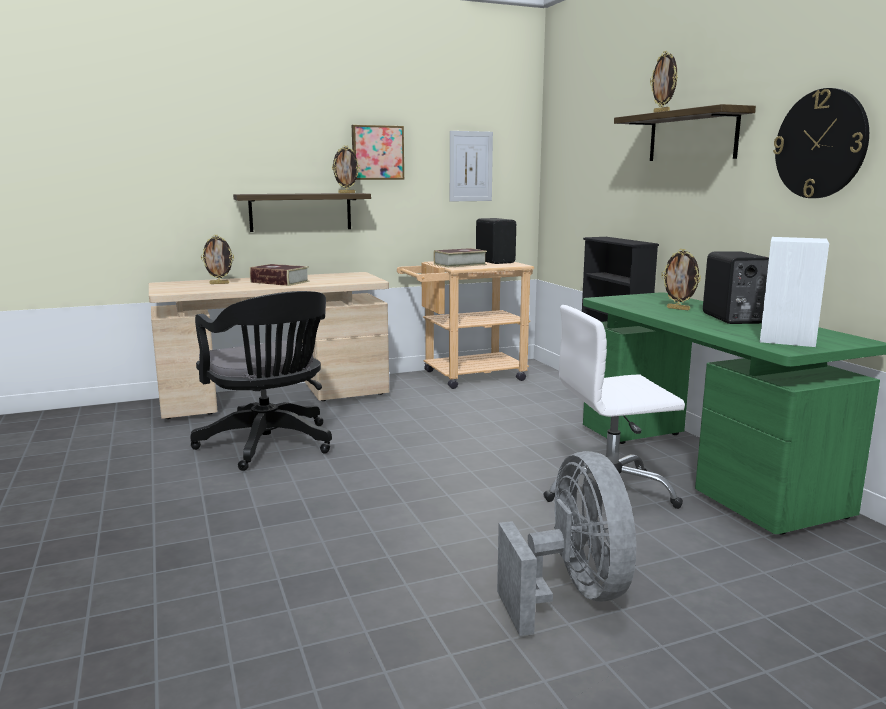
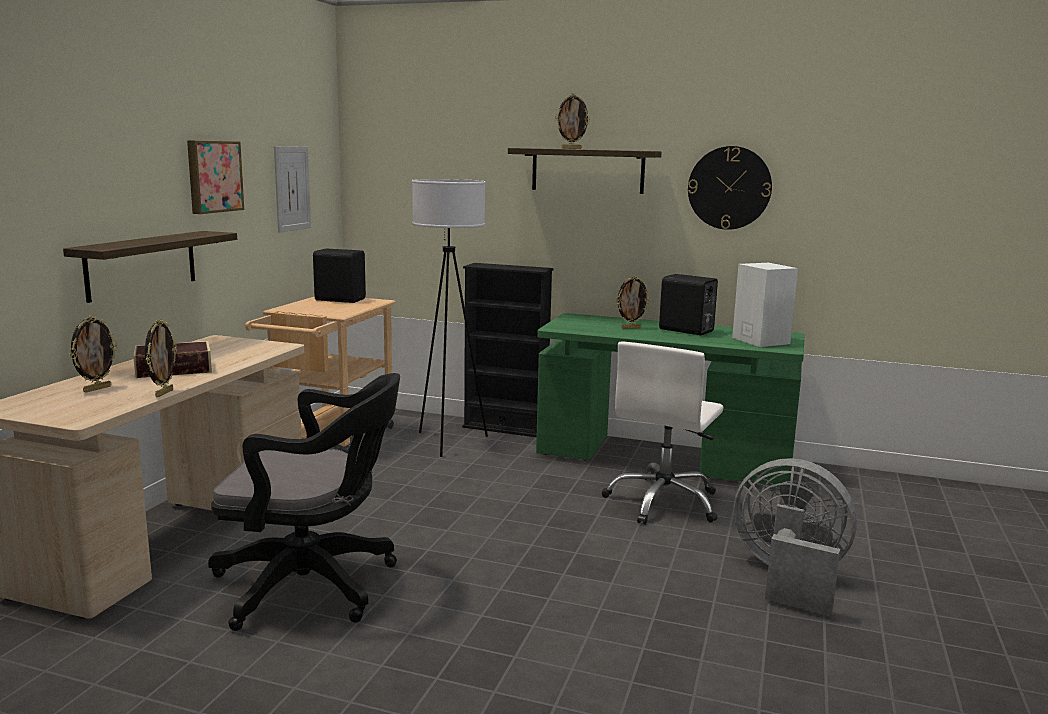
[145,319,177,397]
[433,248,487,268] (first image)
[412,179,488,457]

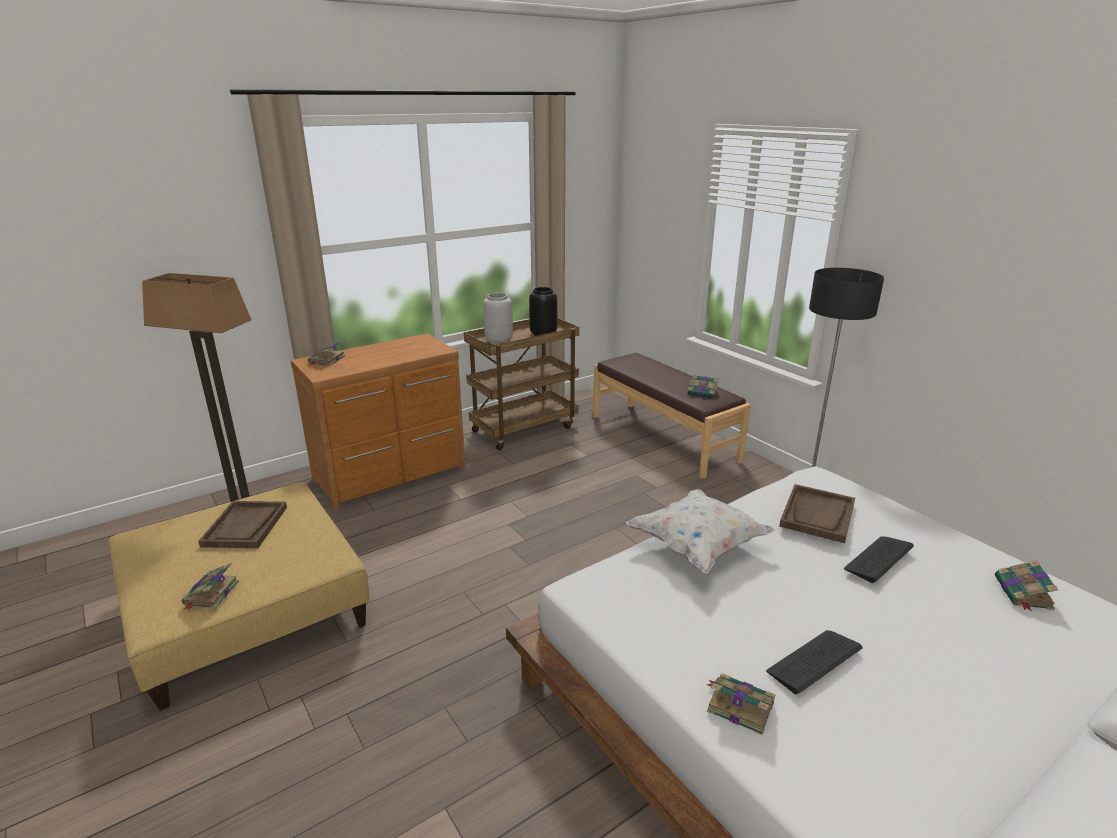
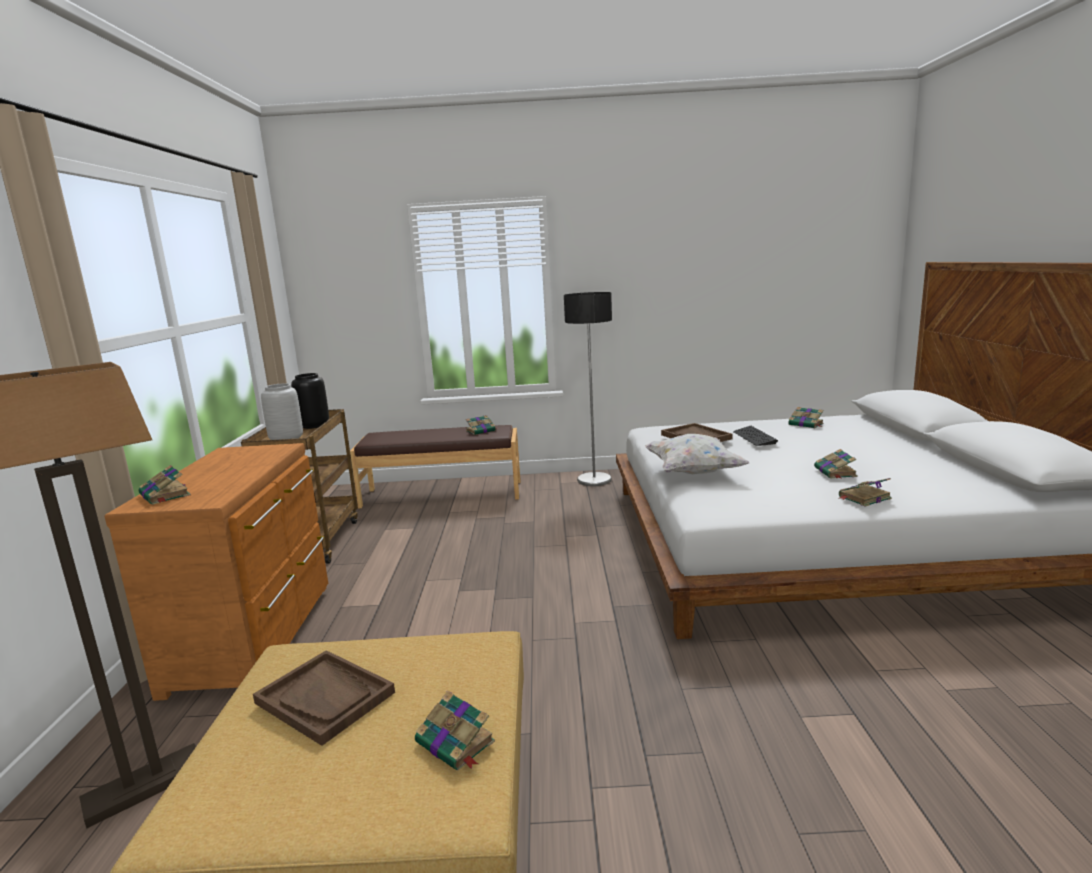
[814,449,858,479]

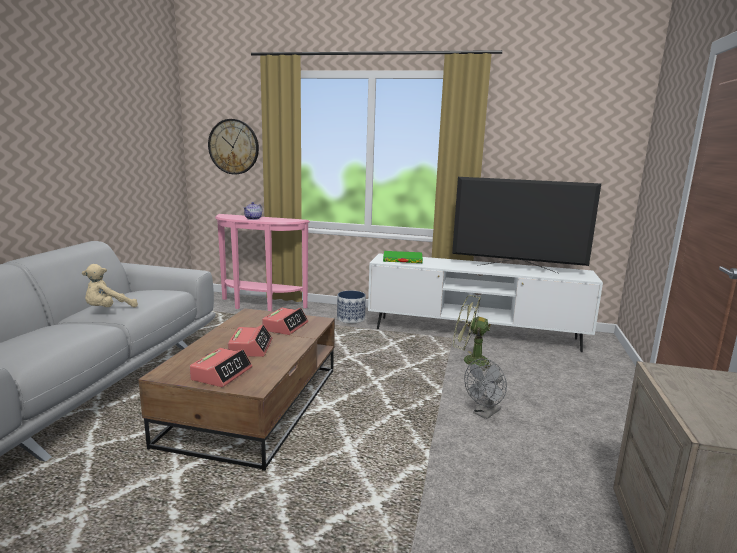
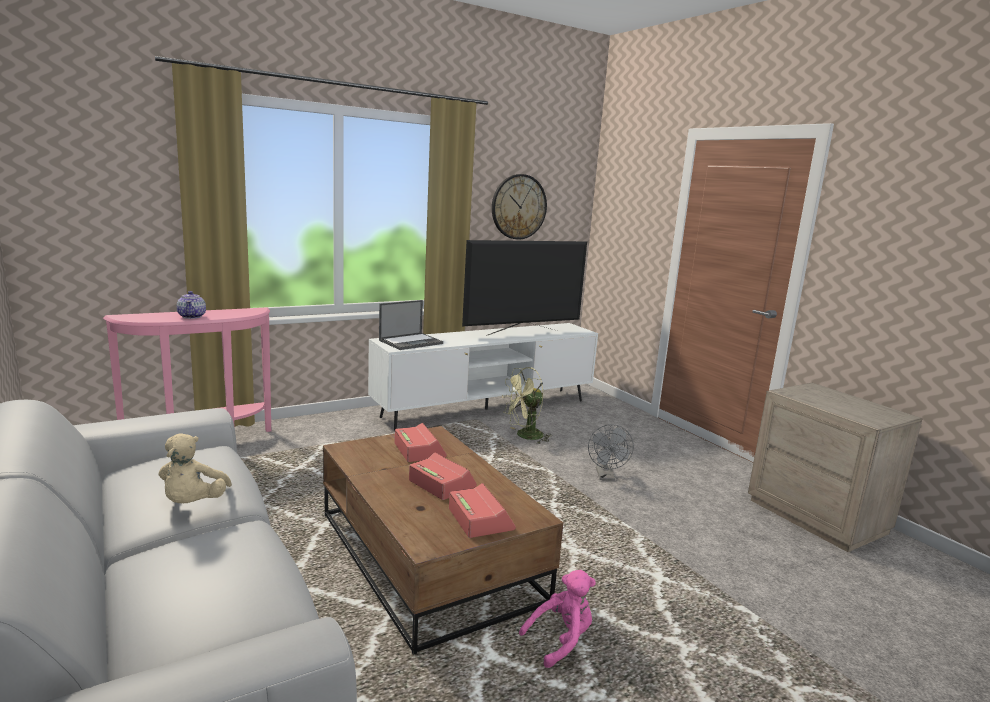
[492,174,547,240]
[337,291,366,323] (first image)
[379,300,443,350]
[519,570,596,668]

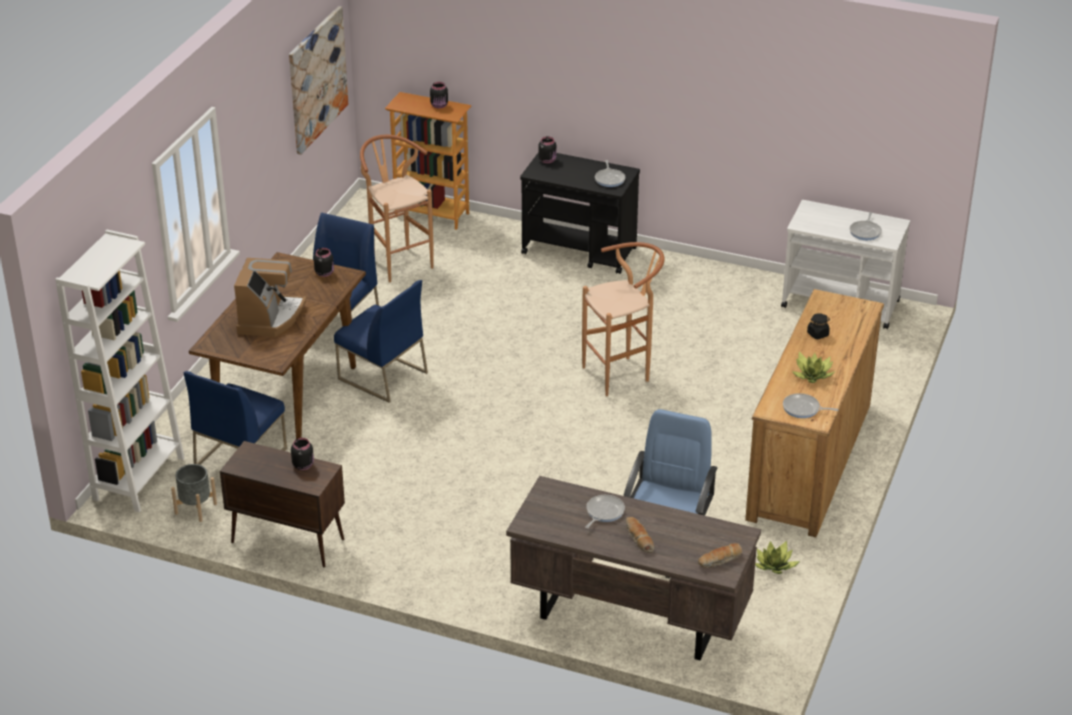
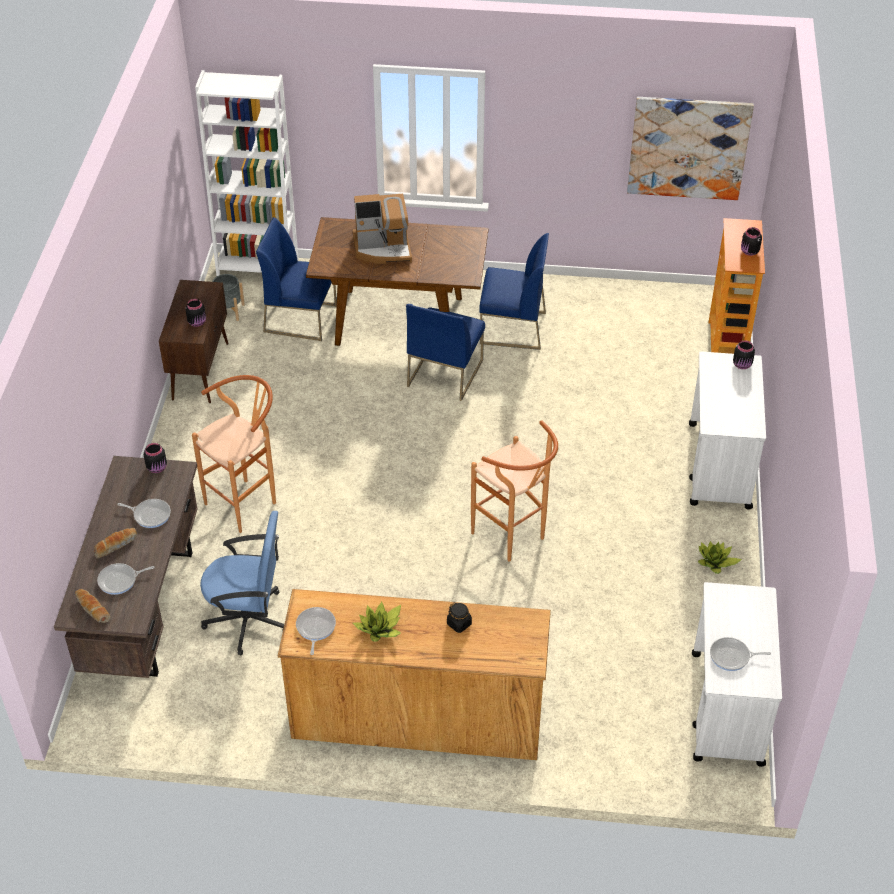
[144,443,167,473]
[192,375,276,533]
[689,352,766,510]
[97,563,154,595]
[698,541,742,574]

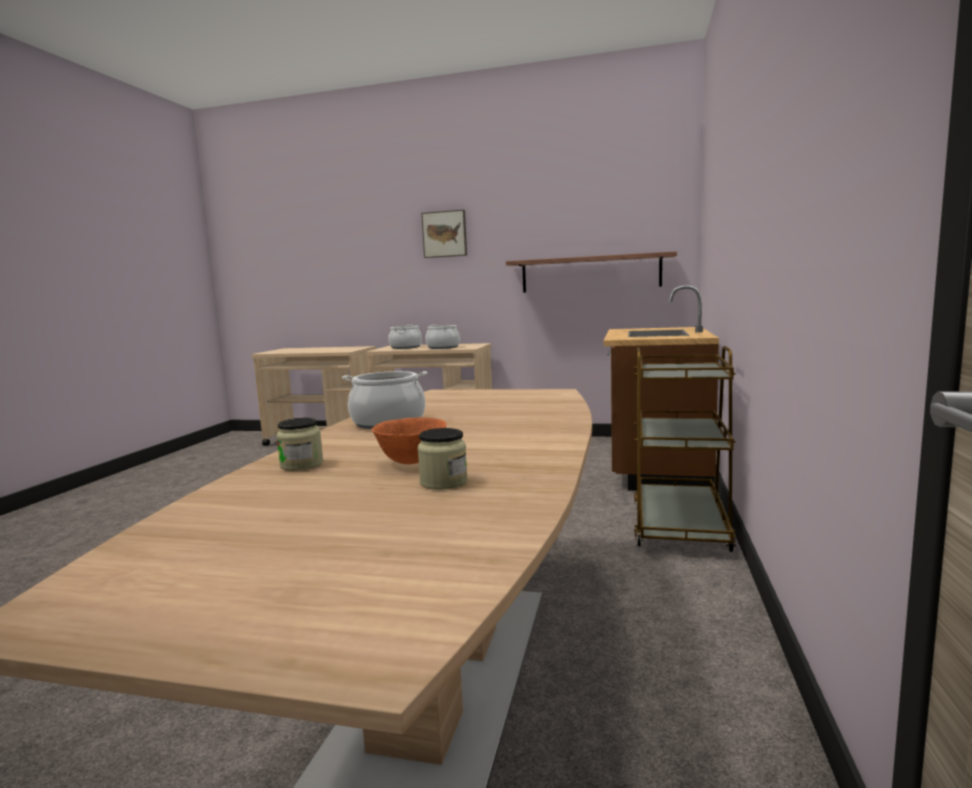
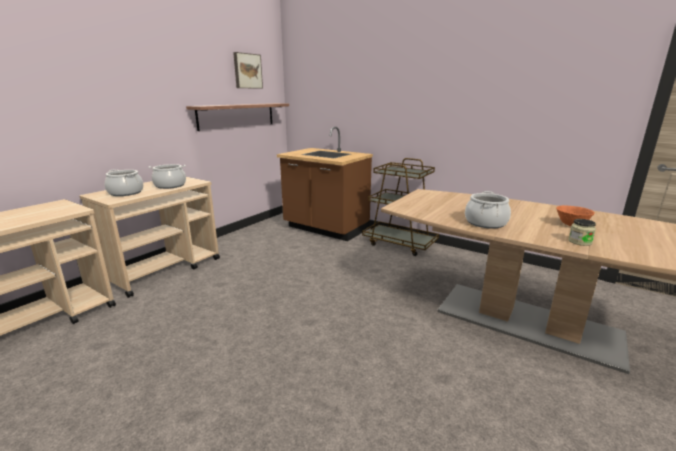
[418,428,468,490] (first image)
[233,52,263,89]

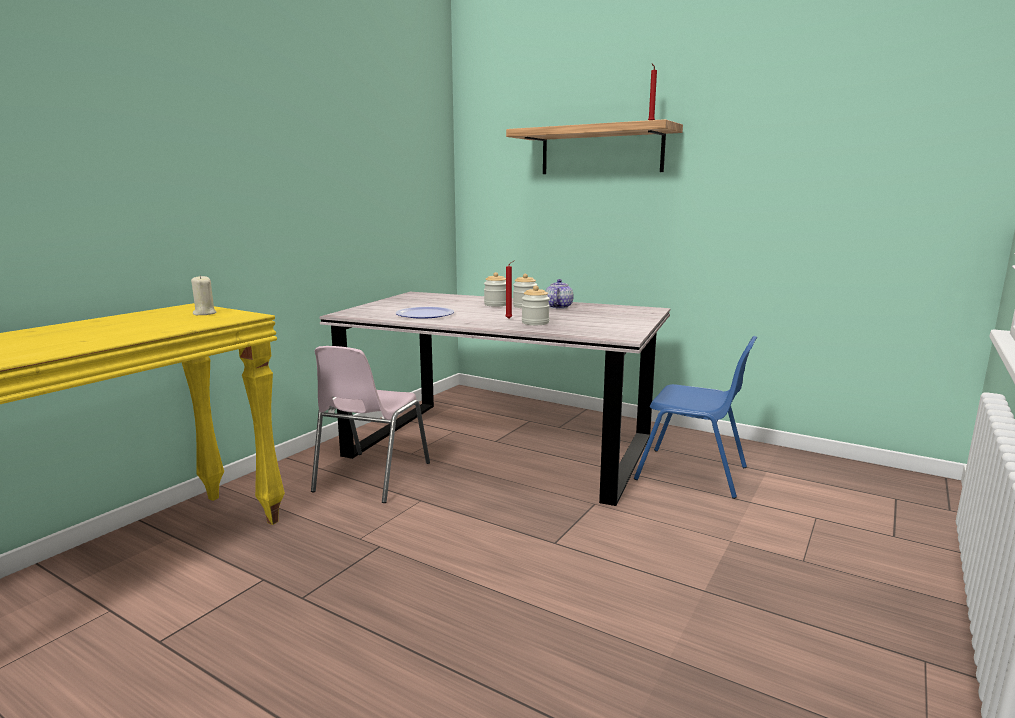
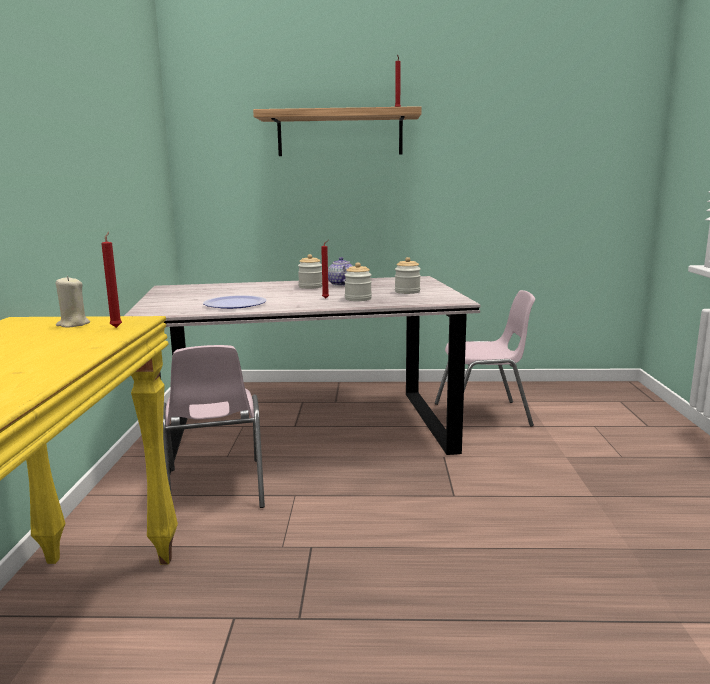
[395,257,421,294]
[435,290,535,427]
[101,232,122,328]

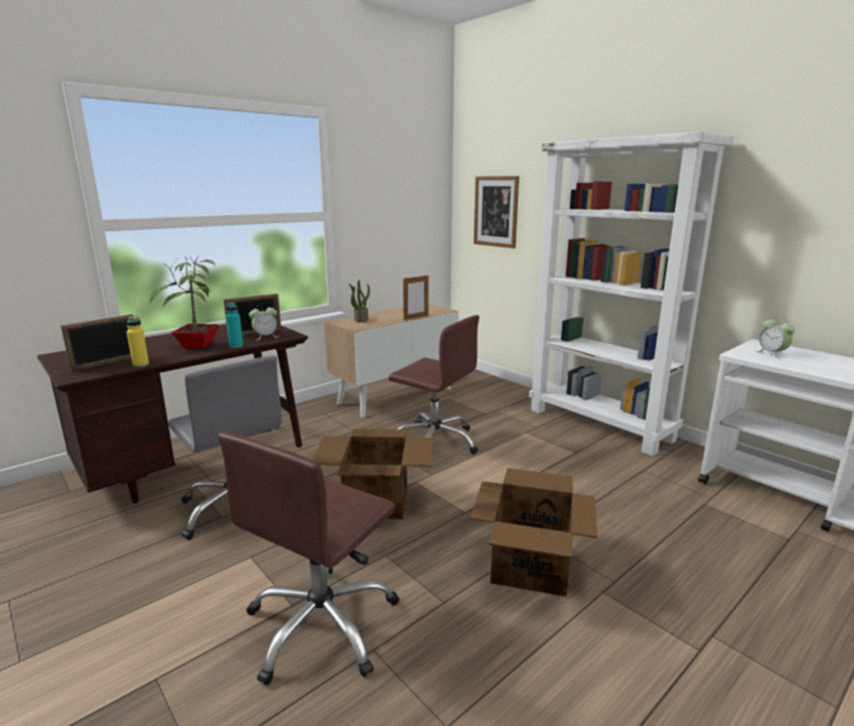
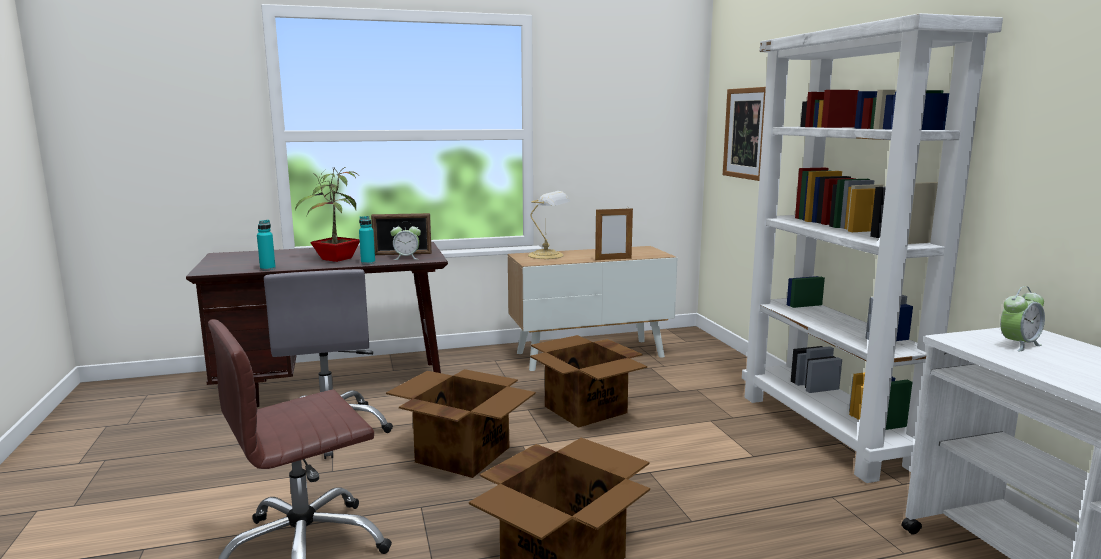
[61,314,133,372] (first image)
[257,220,276,270]
[528,191,570,259]
[530,335,647,428]
[1000,286,1045,351]

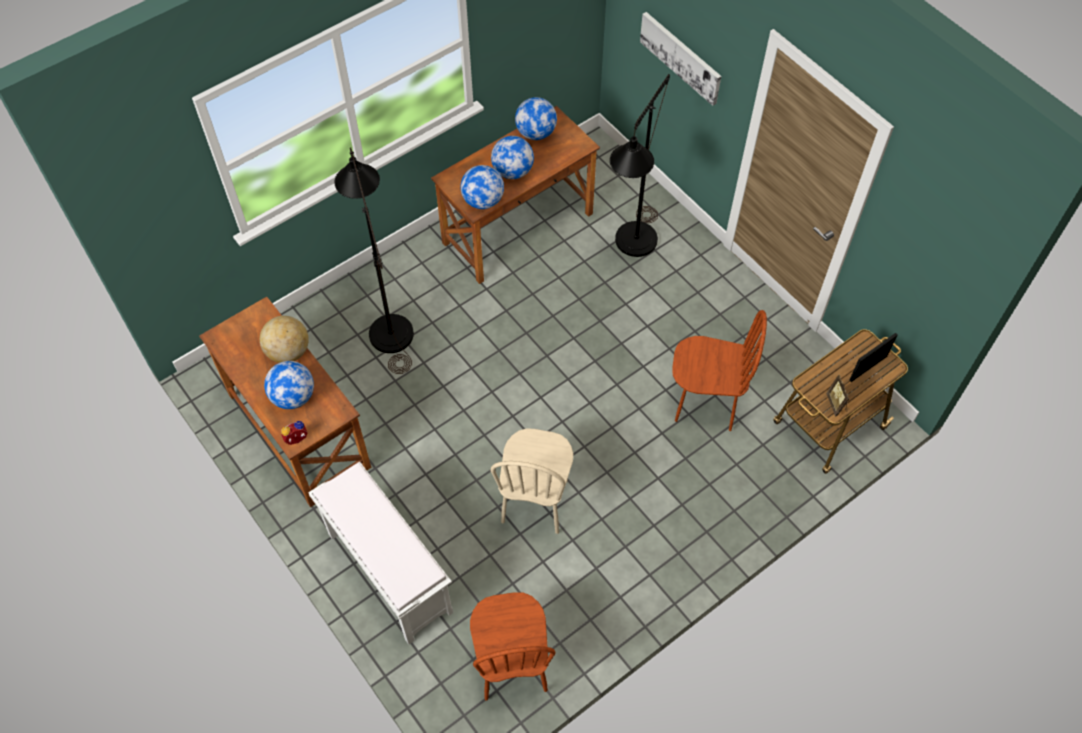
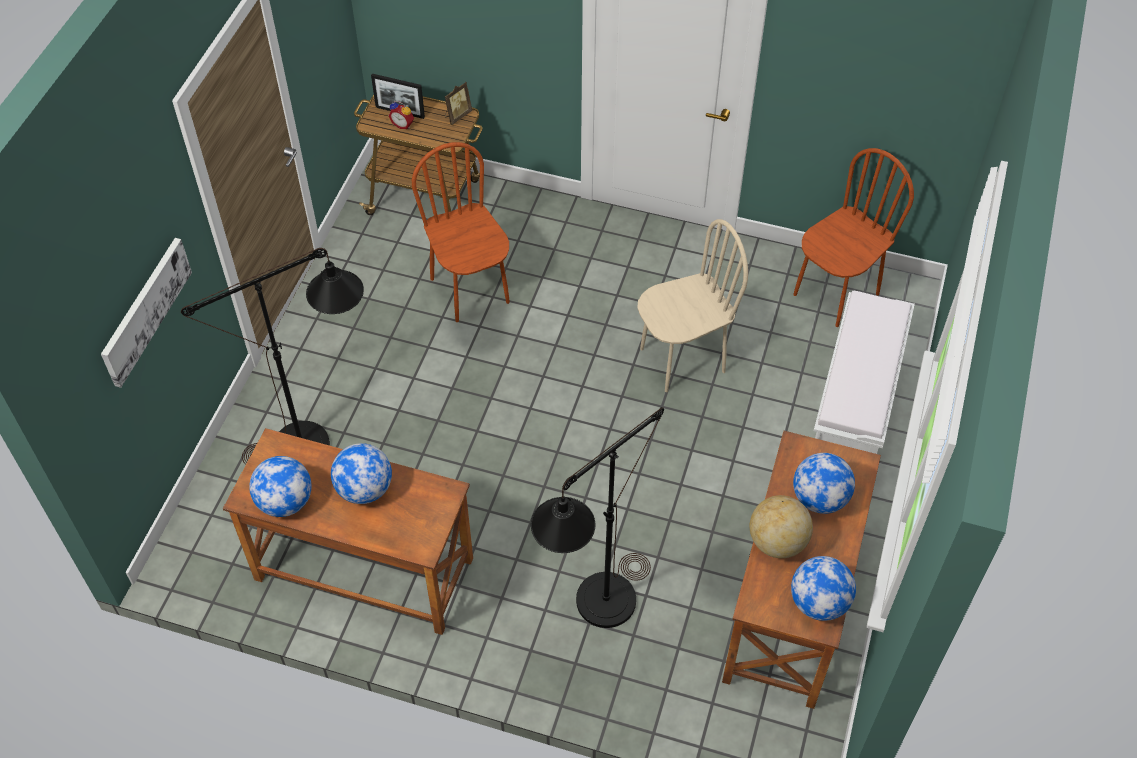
[389,101,414,129]
[791,556,856,621]

